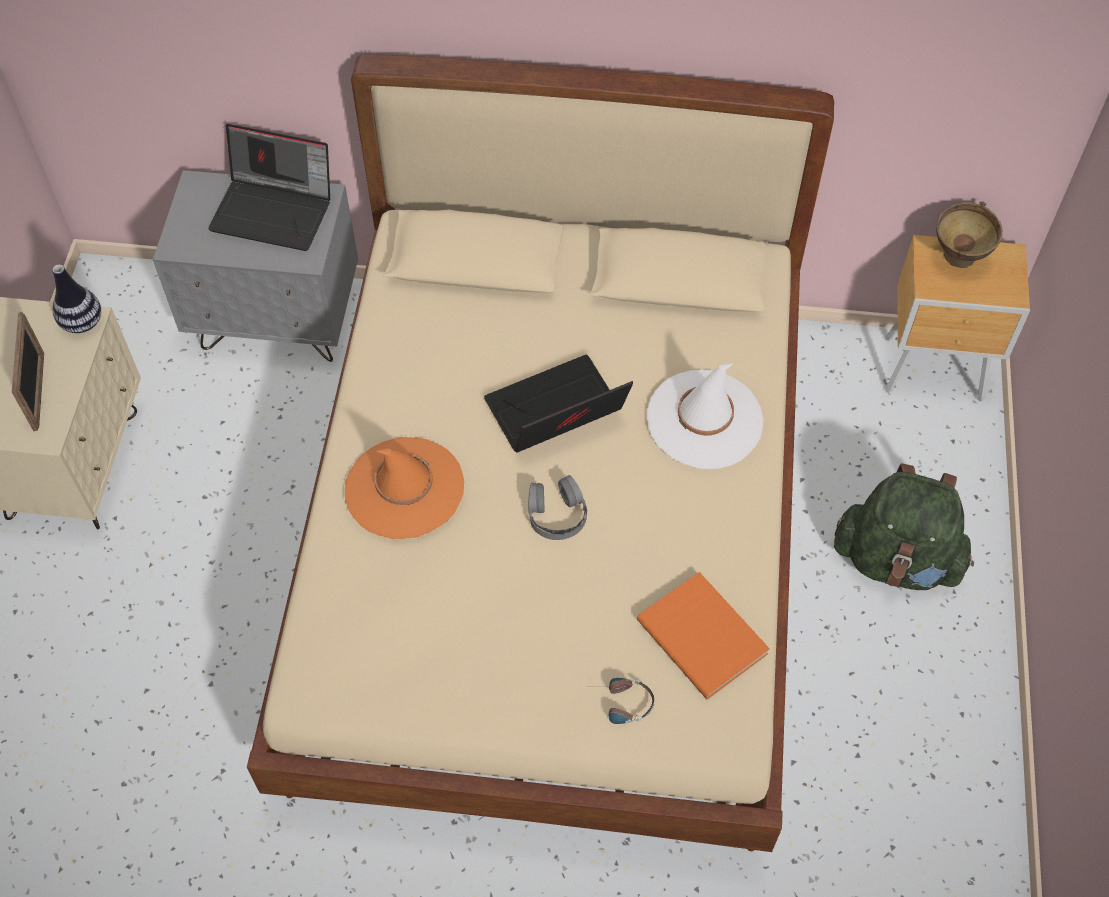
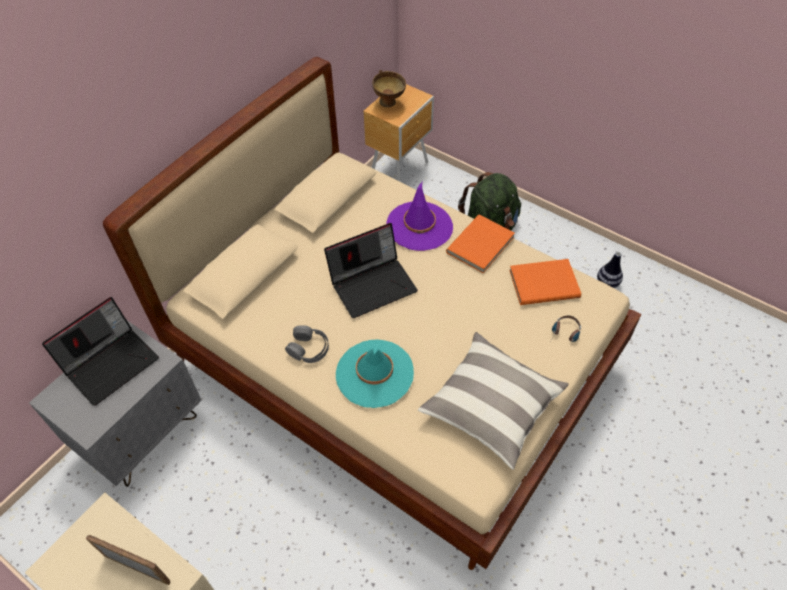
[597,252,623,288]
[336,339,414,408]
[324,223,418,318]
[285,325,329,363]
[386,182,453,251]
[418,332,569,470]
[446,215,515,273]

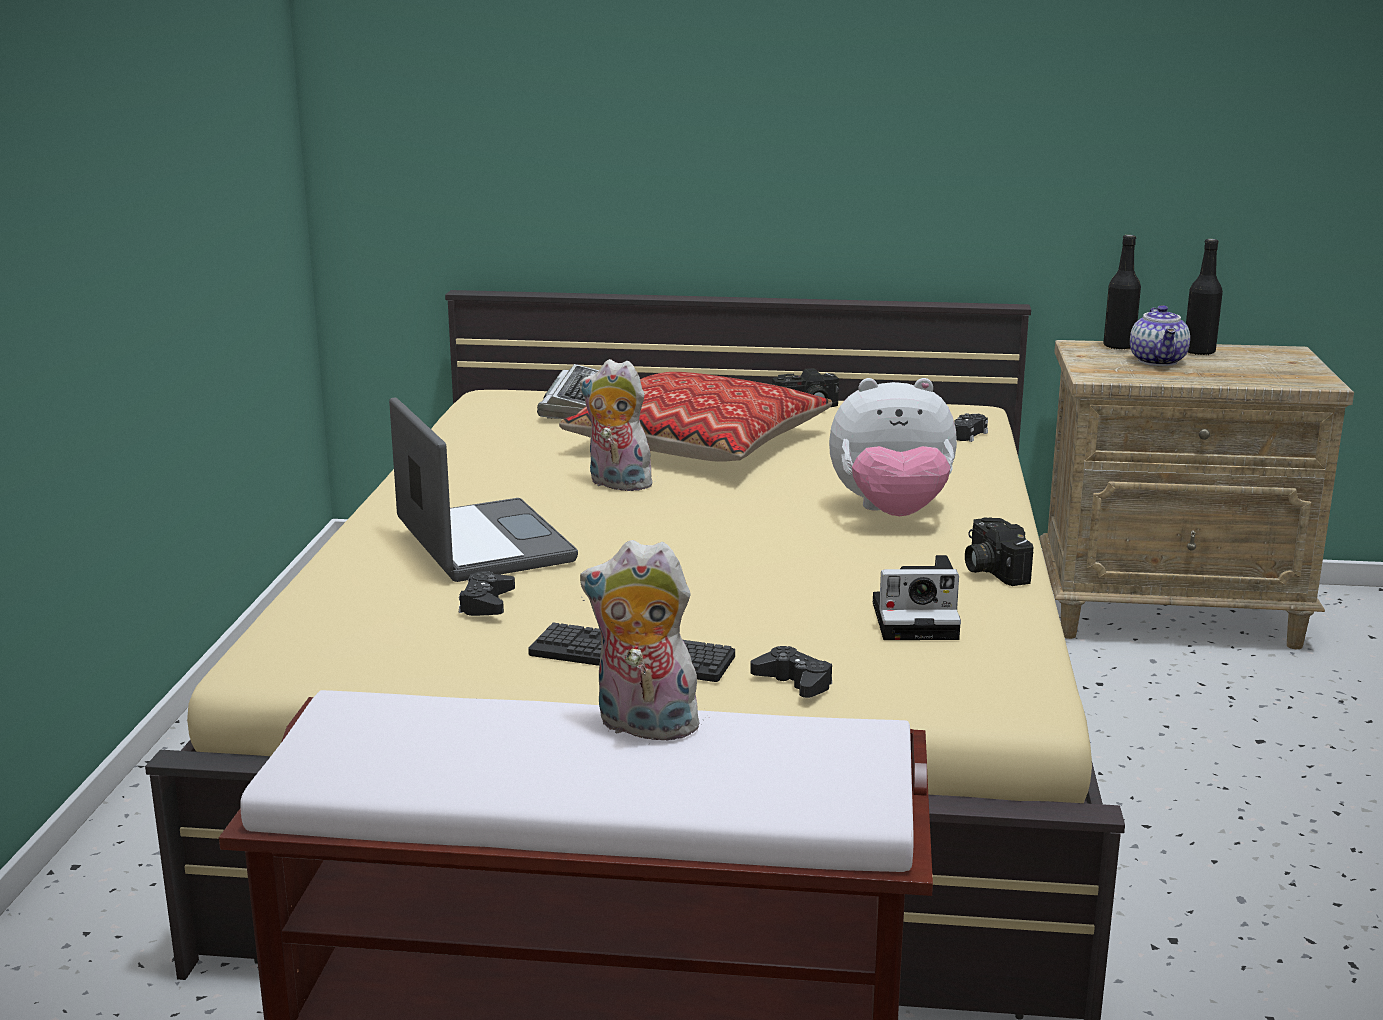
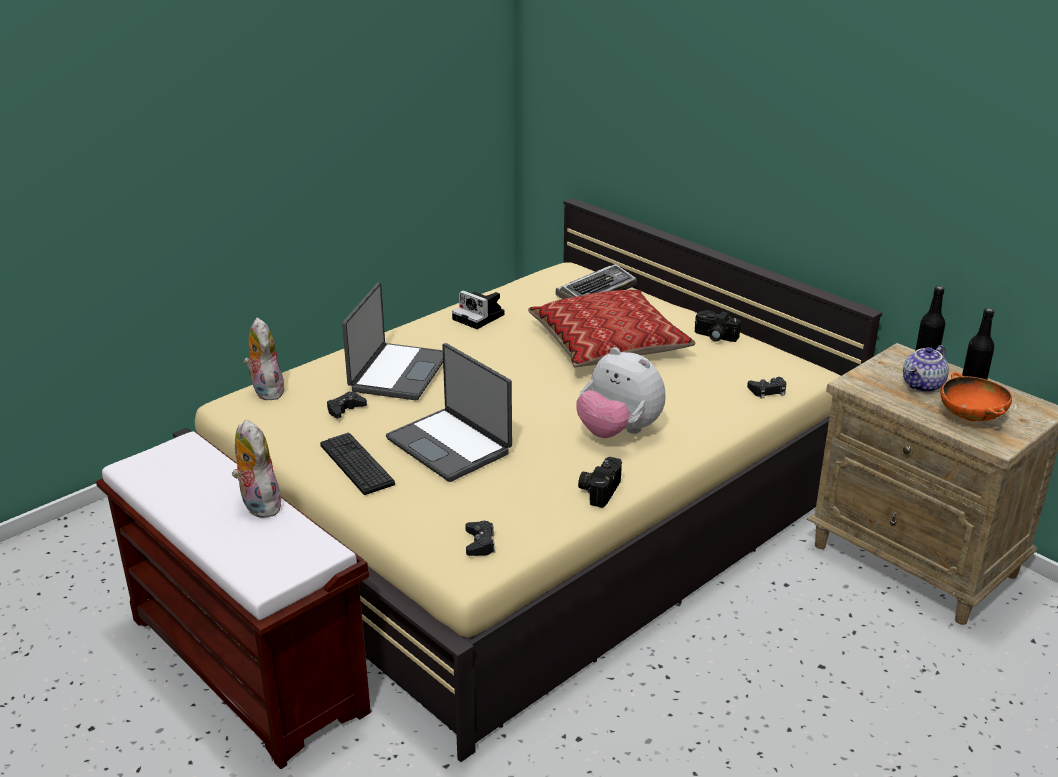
[243,318,285,400]
[465,521,495,556]
[452,290,504,329]
[386,343,512,482]
[941,373,1012,421]

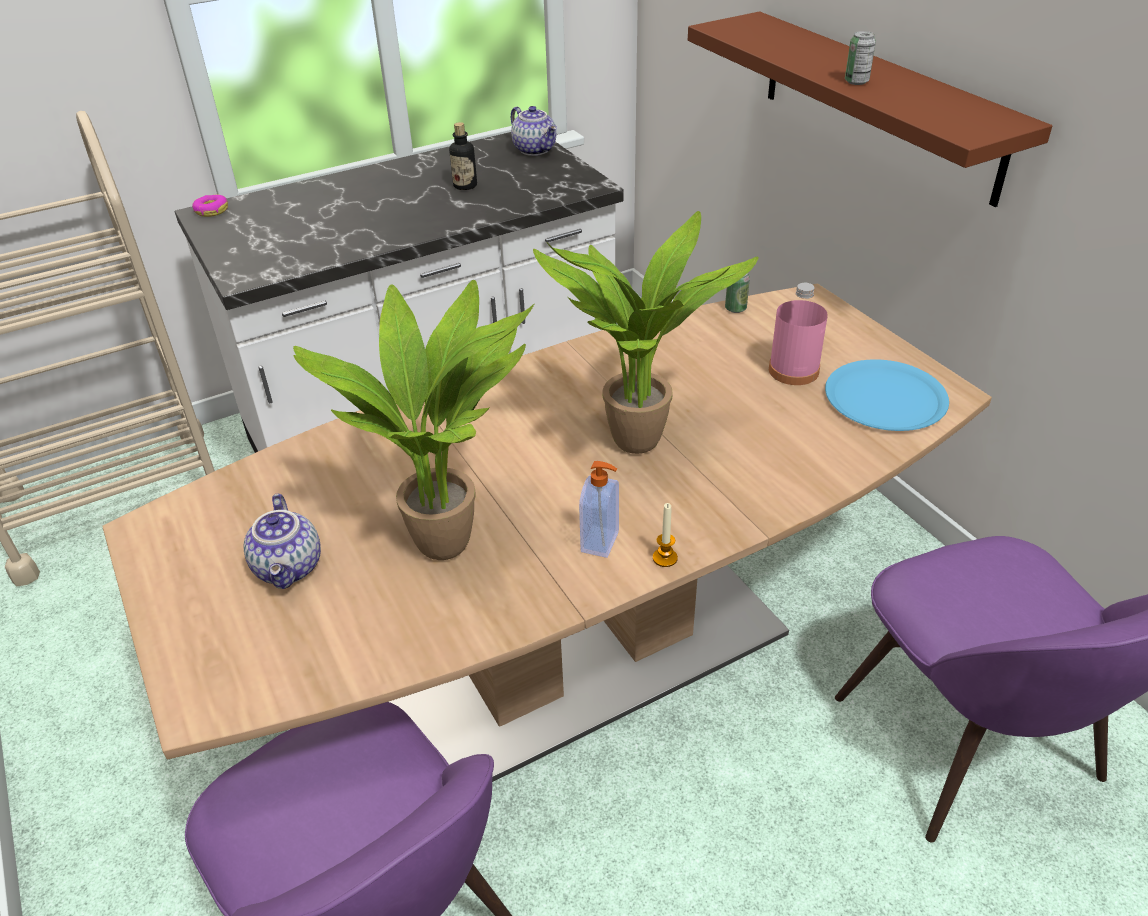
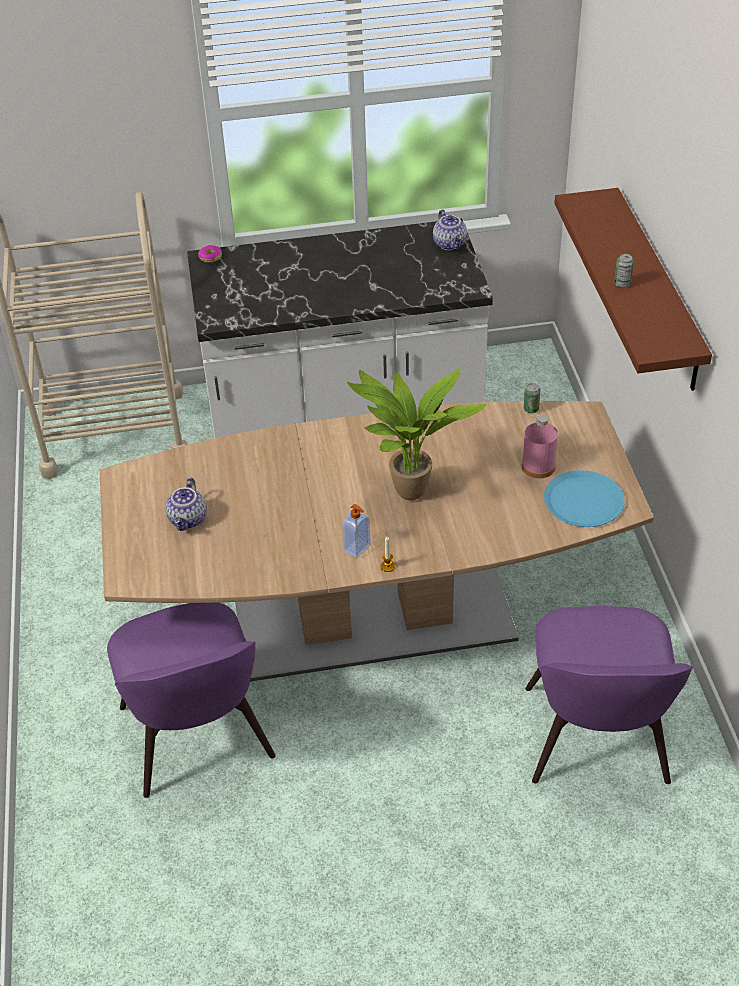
[293,280,534,560] (first image)
[449,122,477,190] (first image)

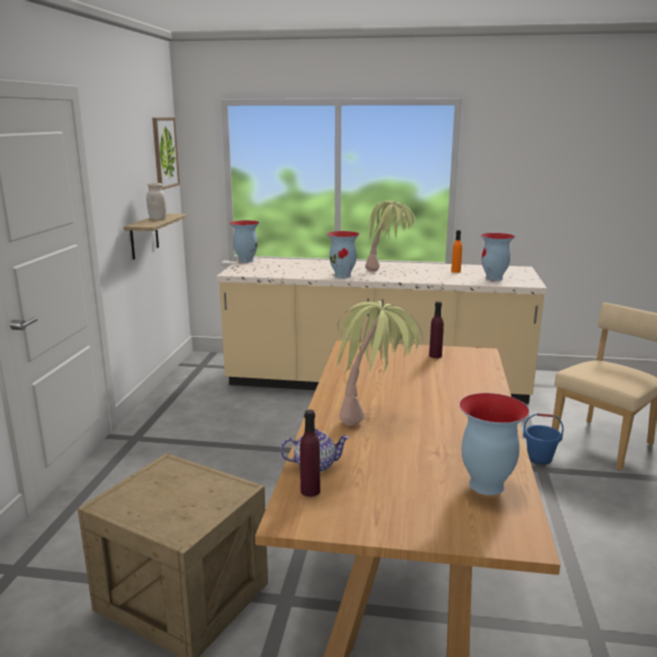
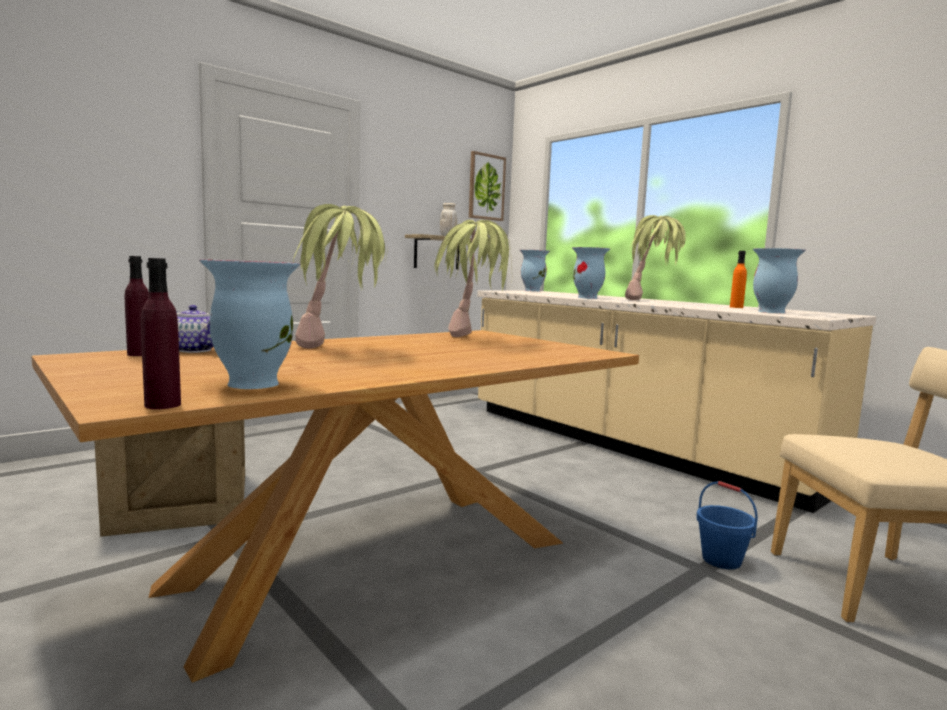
[141,258,181,409]
[435,220,512,337]

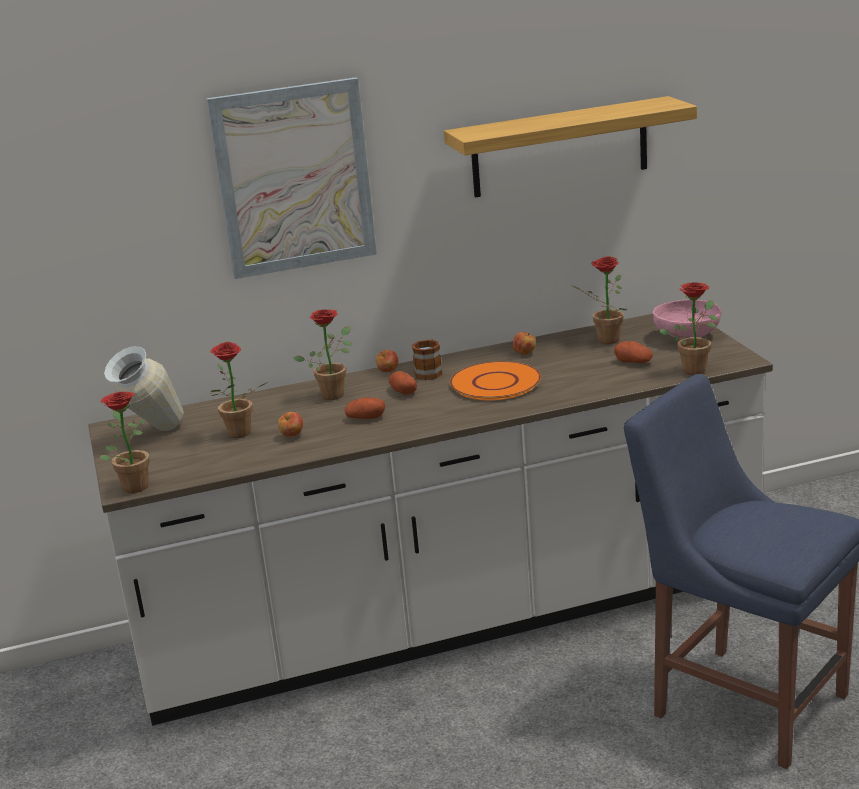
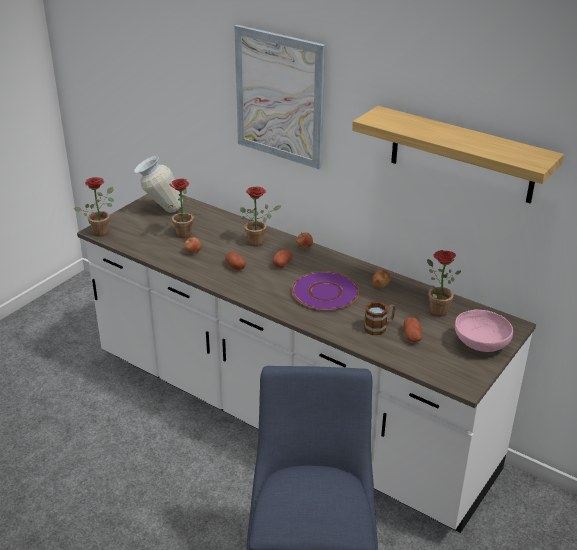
[364,302,395,335]
[292,271,359,311]
[658,282,718,375] (first image)

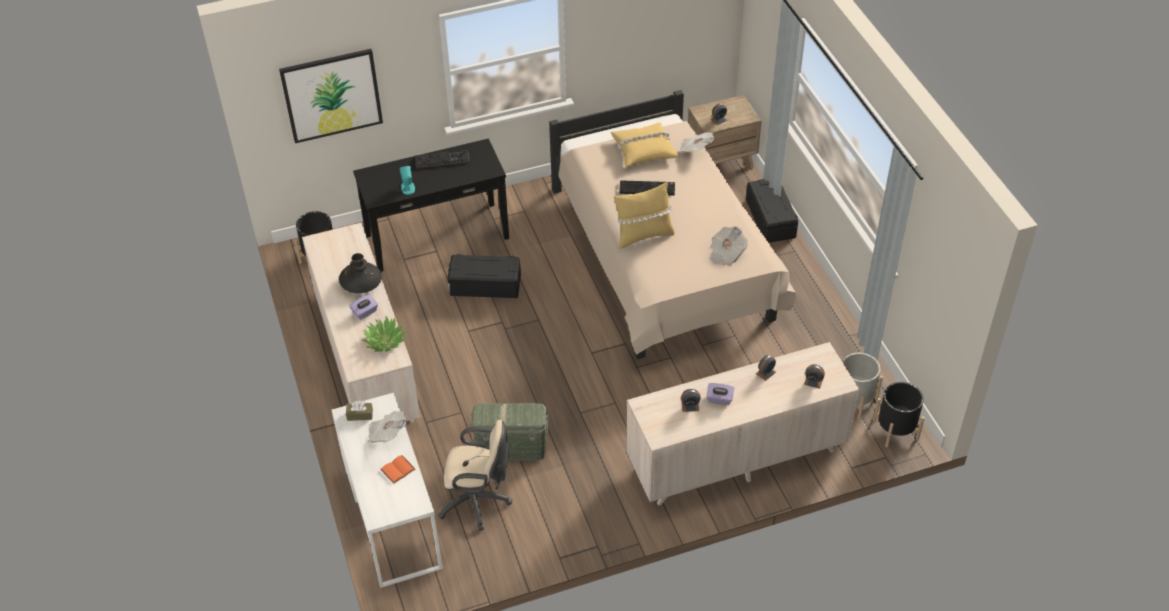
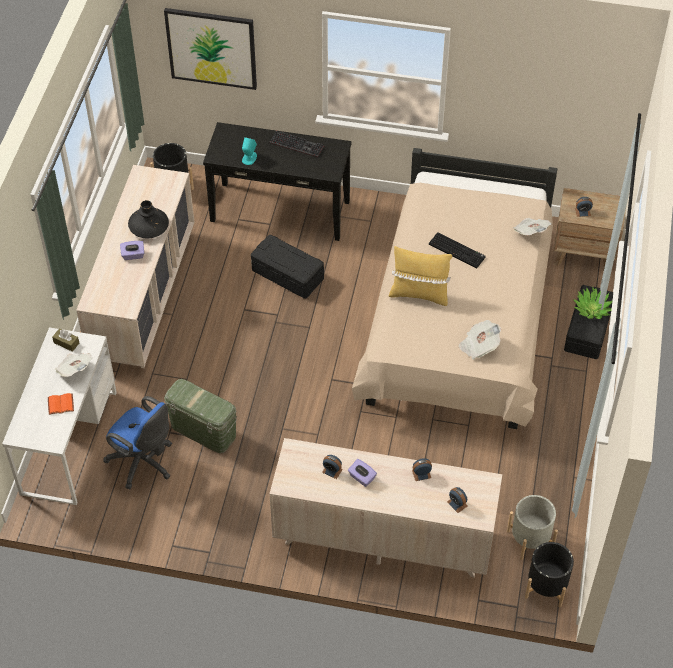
[573,287,613,319]
[103,396,172,489]
[611,123,679,167] (first image)

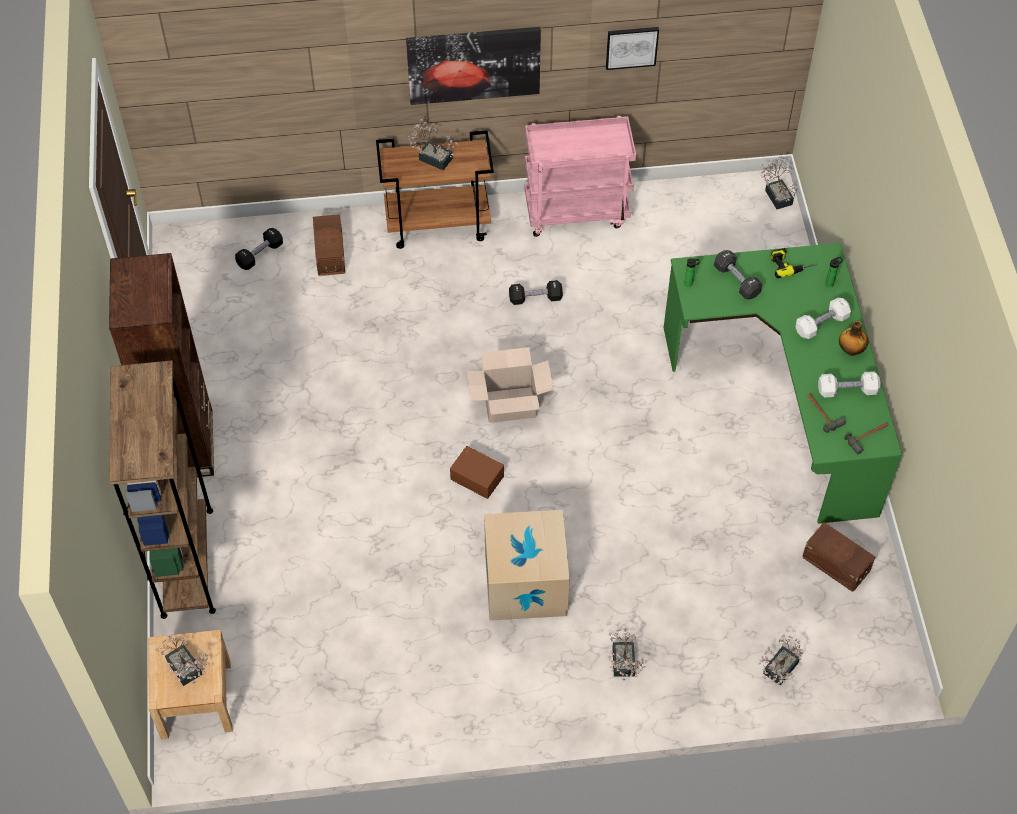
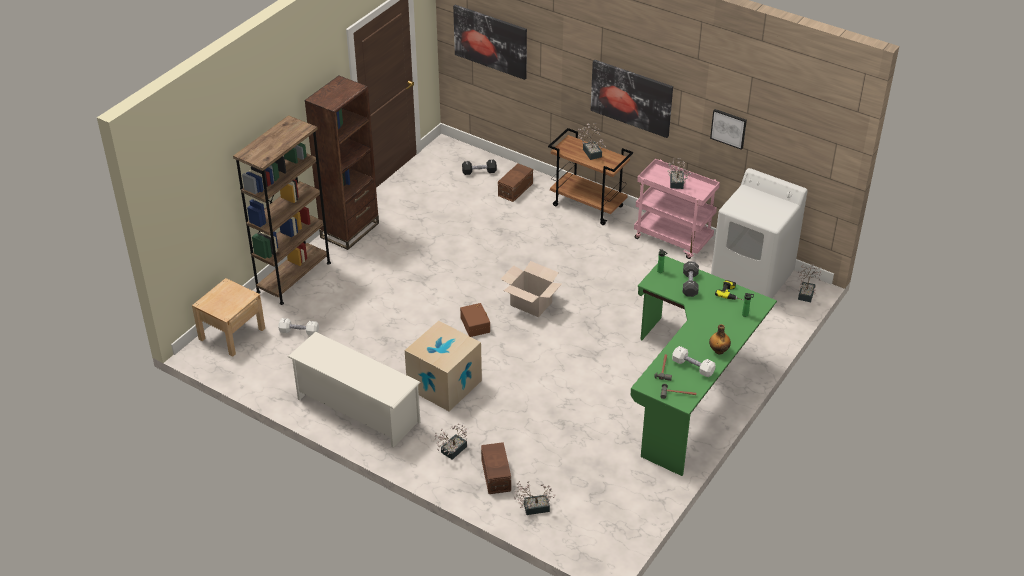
[668,158,691,189]
[509,280,563,305] (first image)
[278,318,319,336]
[481,442,511,494]
[288,332,420,448]
[453,5,527,80]
[711,168,808,298]

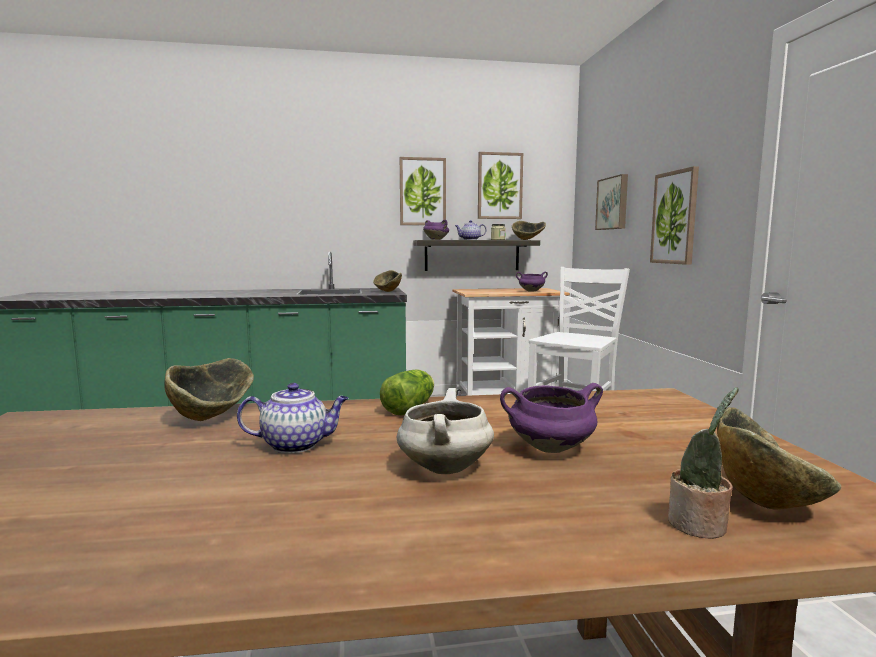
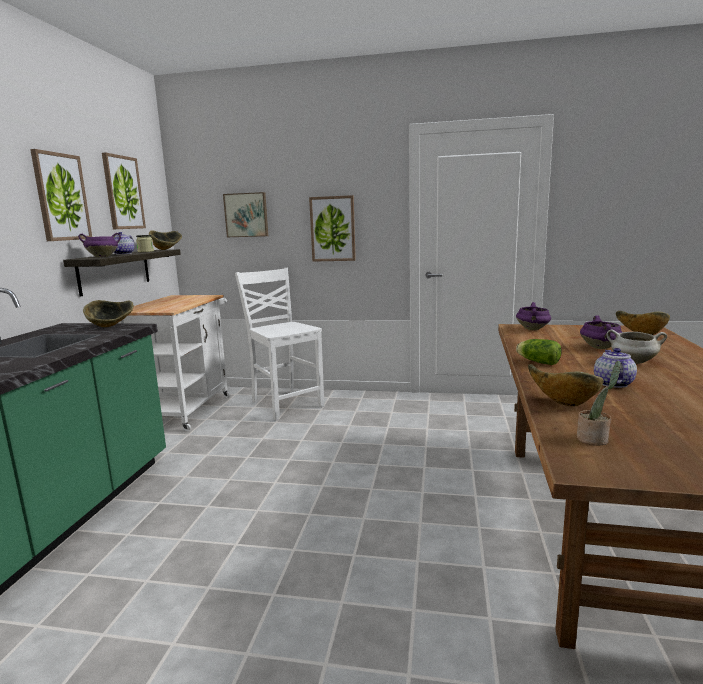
[516,302,551,330]
[577,361,621,445]

